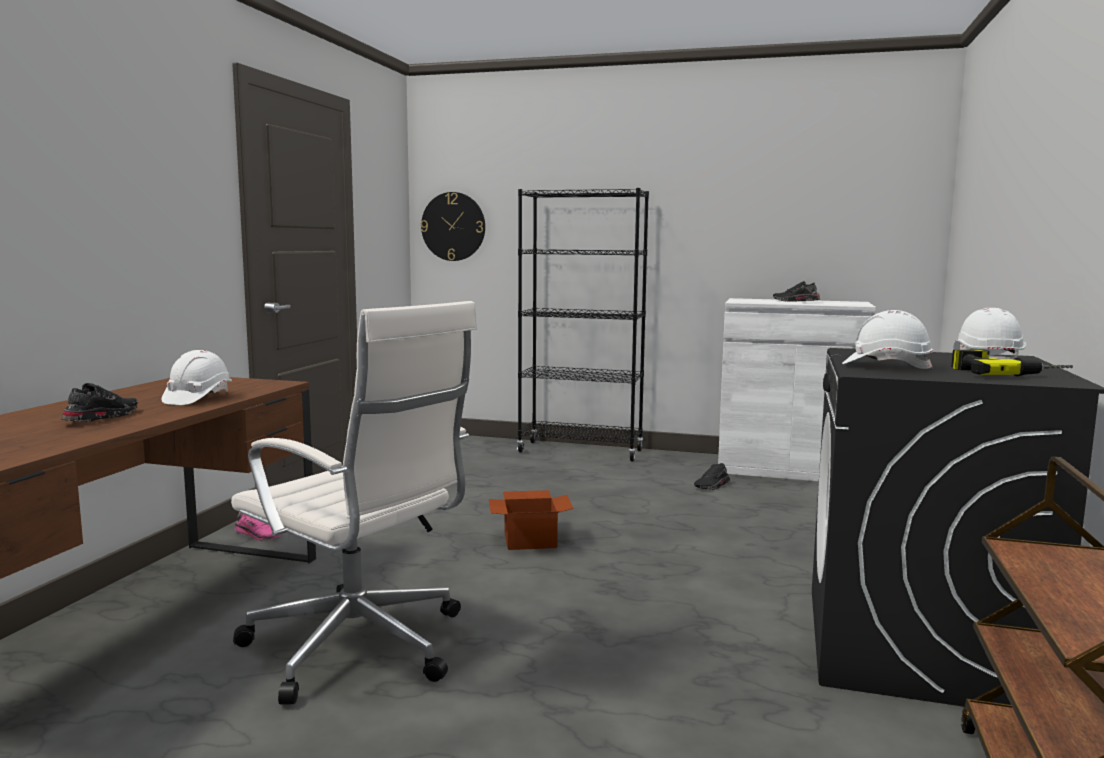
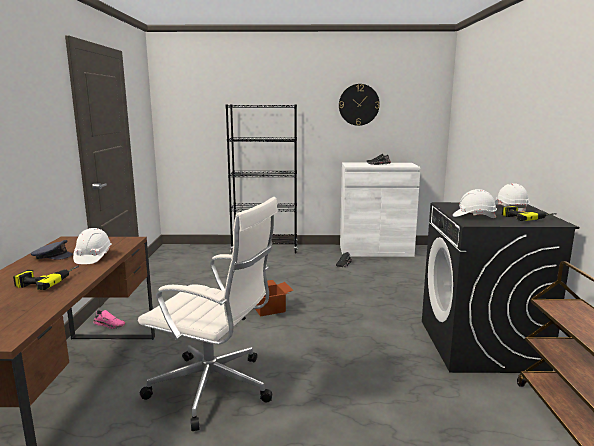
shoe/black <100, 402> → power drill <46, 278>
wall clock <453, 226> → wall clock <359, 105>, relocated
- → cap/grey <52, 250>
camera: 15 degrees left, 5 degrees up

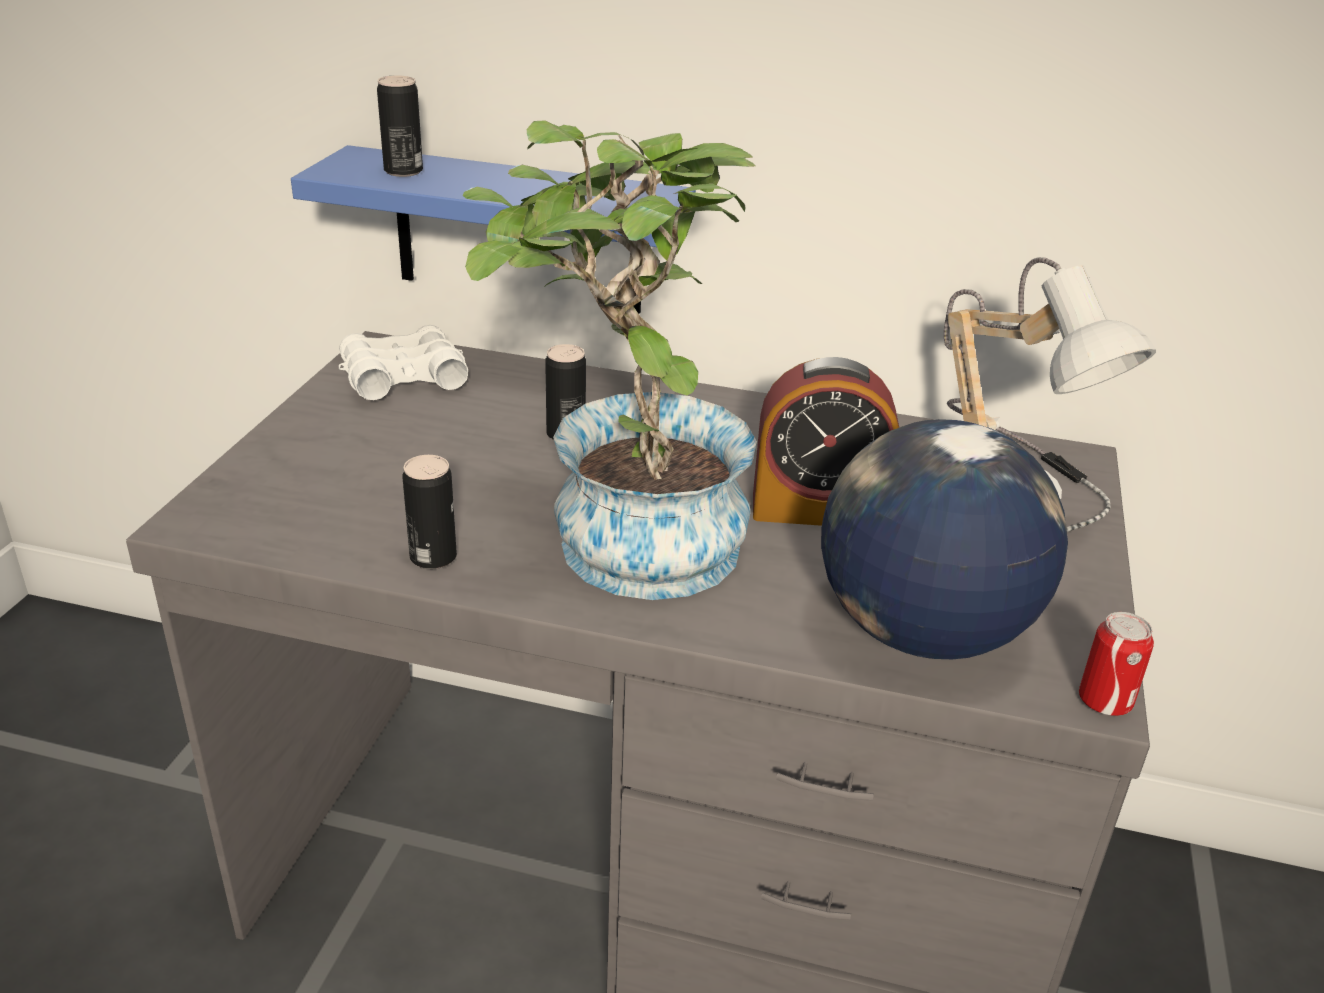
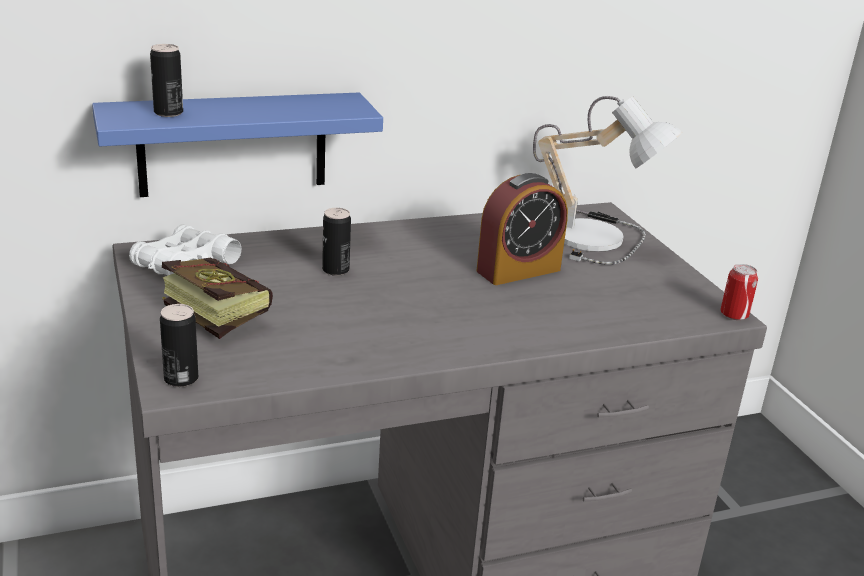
can <429, 512> → can <179, 345>, relocated
potted plant <610, 360> → -
globe <944, 539> → -
- → book <217, 298>
camera: 35 degrees left, 5 degrees down

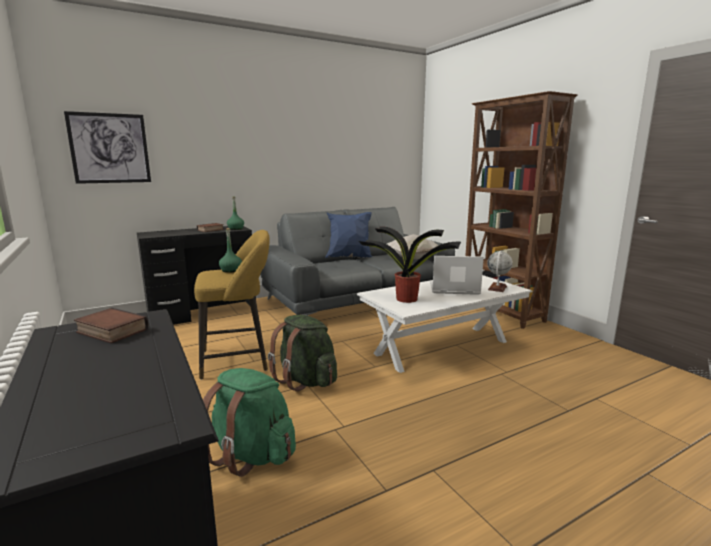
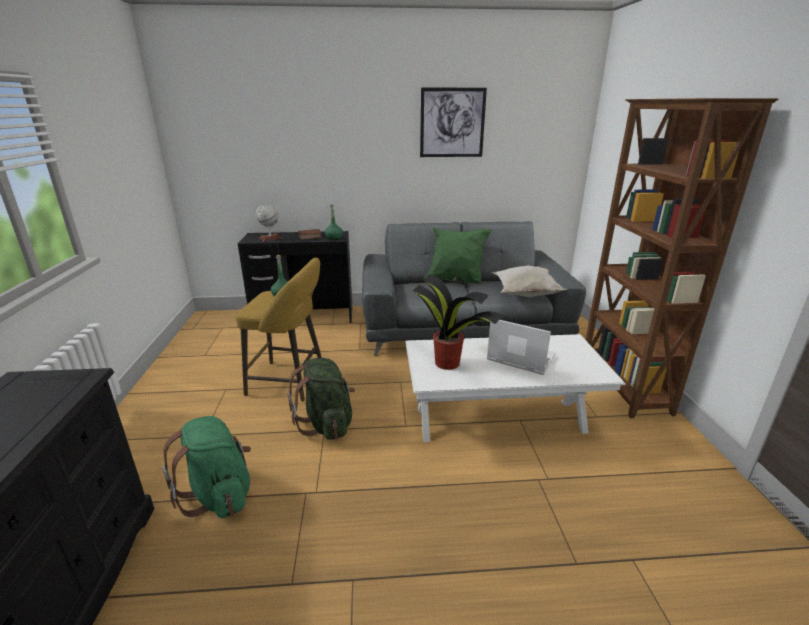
picture <107, 147> → picture <453, 122>, relocated
book <111, 326> → -
pillow/blue <348, 235> → pillow/green <457, 255>
globe <499, 271> → globe <268, 223>, relocated
camera: 25 degrees right, 10 degrees up

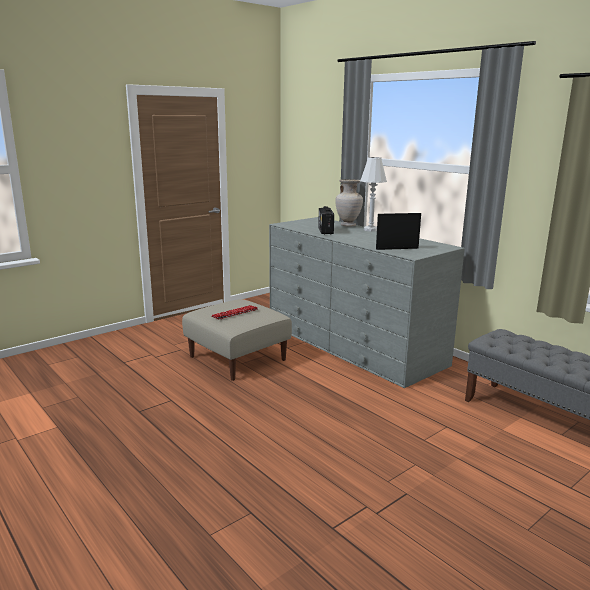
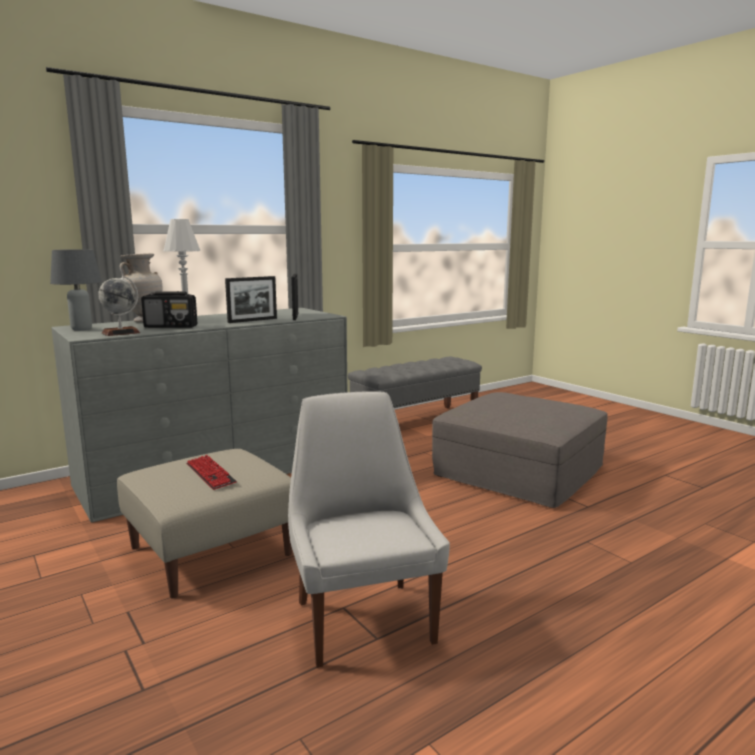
- → table lamp/grey <76, 290>
- → globe <119, 306>
- → picture frame <251, 299>
- → chair/white <369, 529>
- → ottoman/grey <520, 450>
camera: 85 degrees left, 5 degrees down

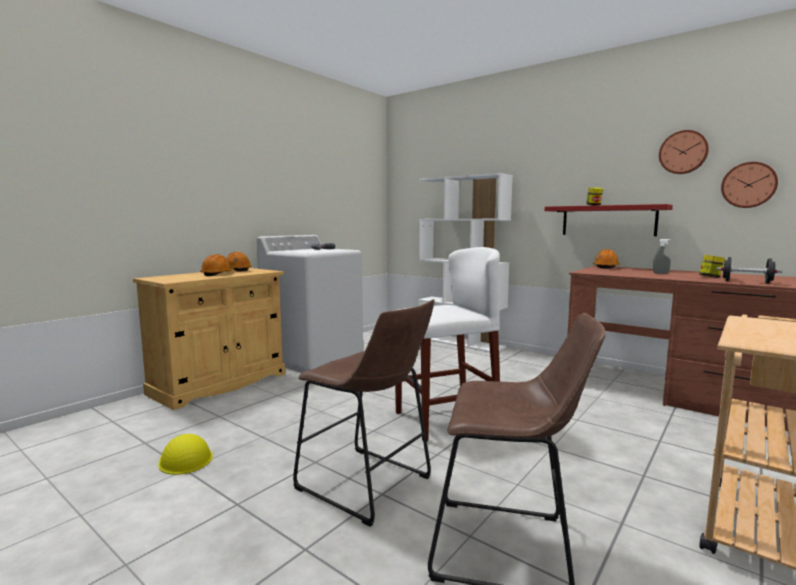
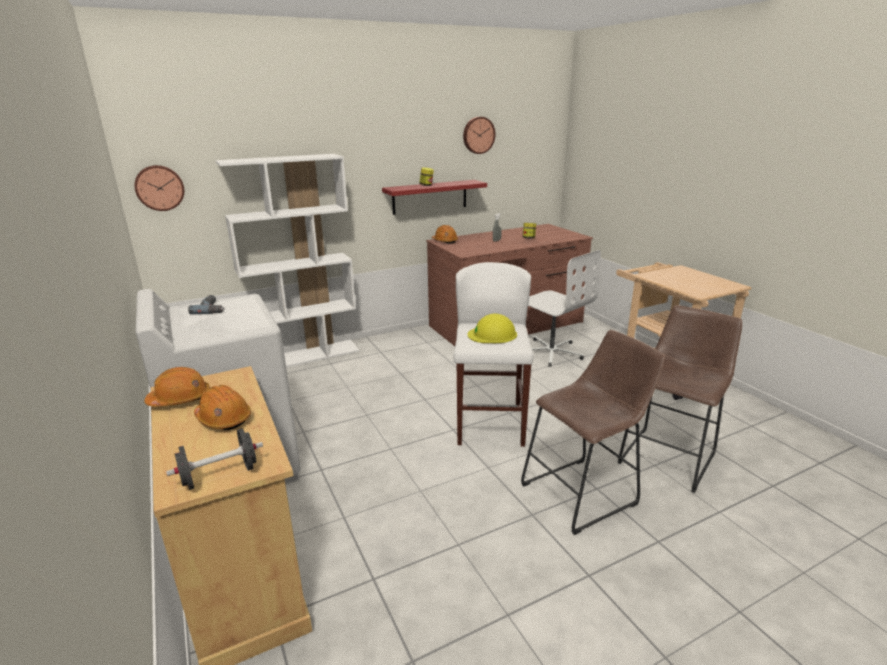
hard hat/yellow <185, 454> → hard hat/yellow <492, 328>, relocated
dumbbell/black <749, 270> → dumbbell/black <214, 459>, relocated
wall clock <749, 185> → wall clock <159, 188>, relocated
- → office chair/white <564, 308>
camera: 65 degrees left, 15 degrees up

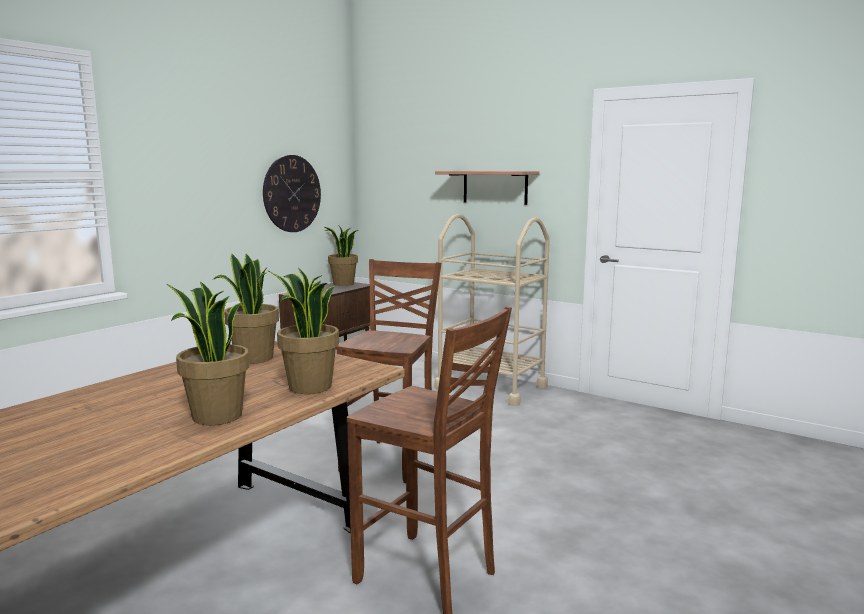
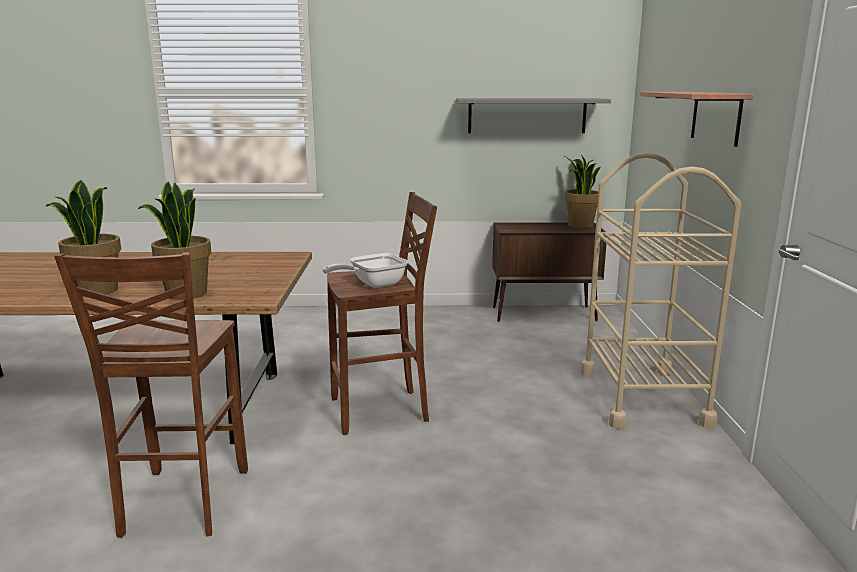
potted plant <246, 309> → -
wall clock <292, 193> → shelf/grey <533, 115>
- → frying pan <365, 270>
camera: 55 degrees right, 5 degrees up

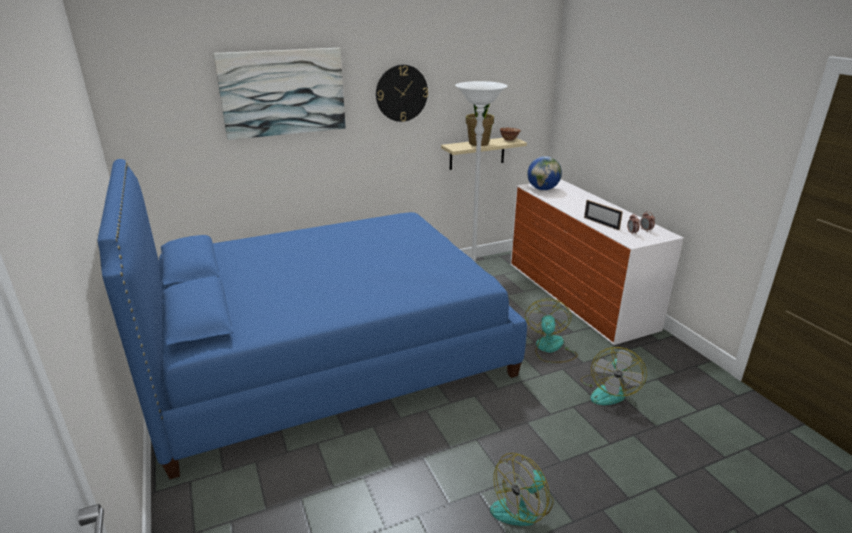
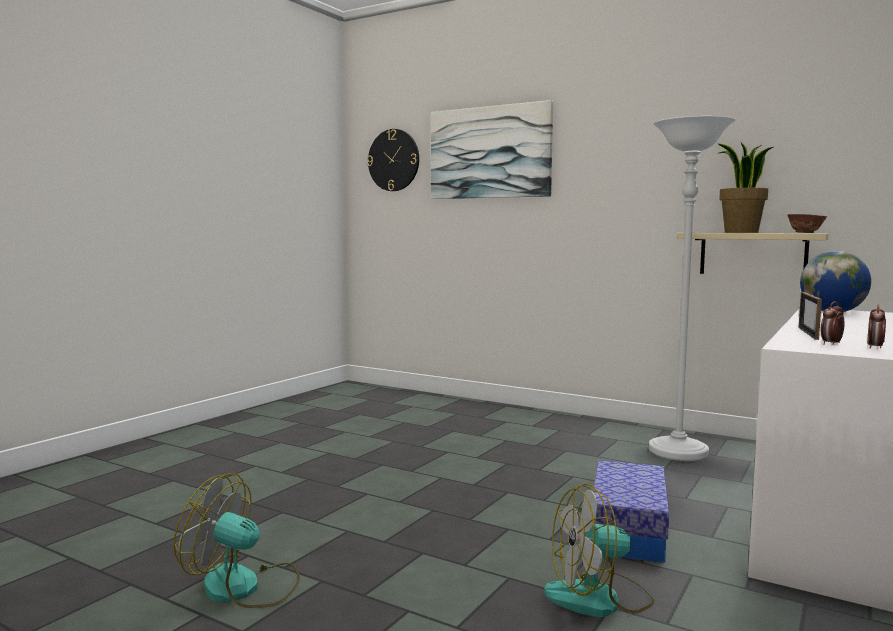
bed/blue <312, 319> → -
wall clock <402, 93> → wall clock <393, 160>, relocated
fan <551, 330> → storage box <631, 511>
camera: 55 degrees right, 20 degrees down

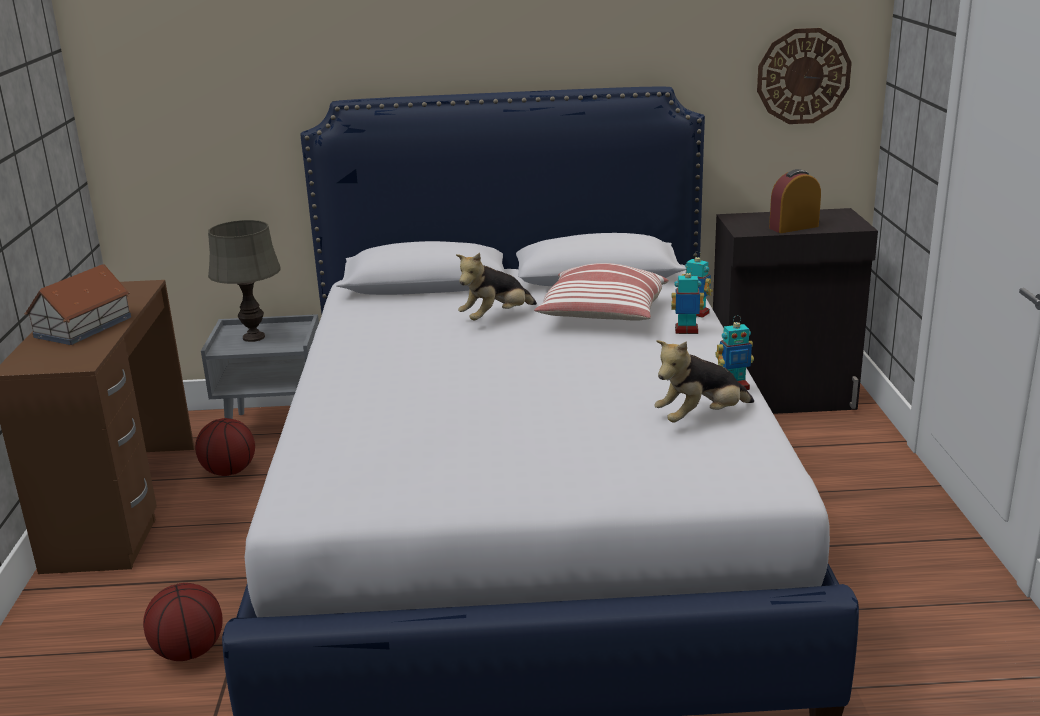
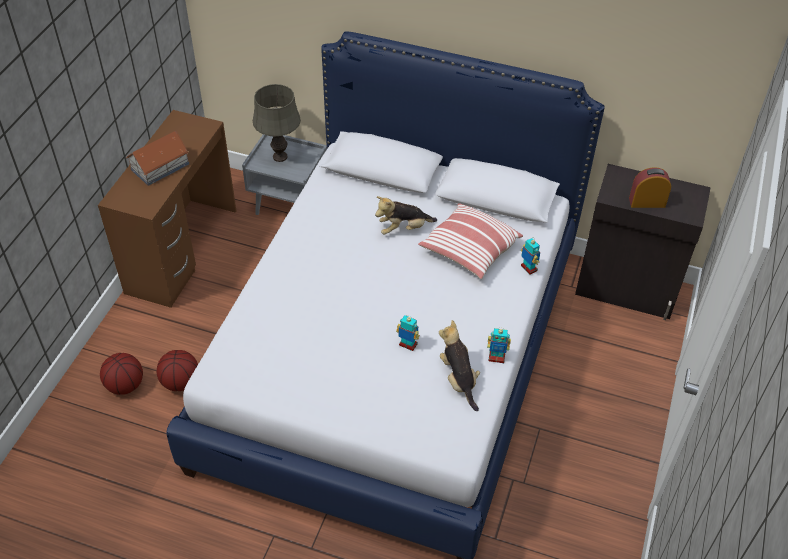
basketball <225, 447> → basketball <121, 374>, relocated
plush toy <704, 381> → plush toy <459, 365>, 75 degrees clockwise
toy robot <687, 300> → toy robot <408, 333>, relocated
wall clock <804, 76> → -
camera: 20 degrees right, 25 degrees up

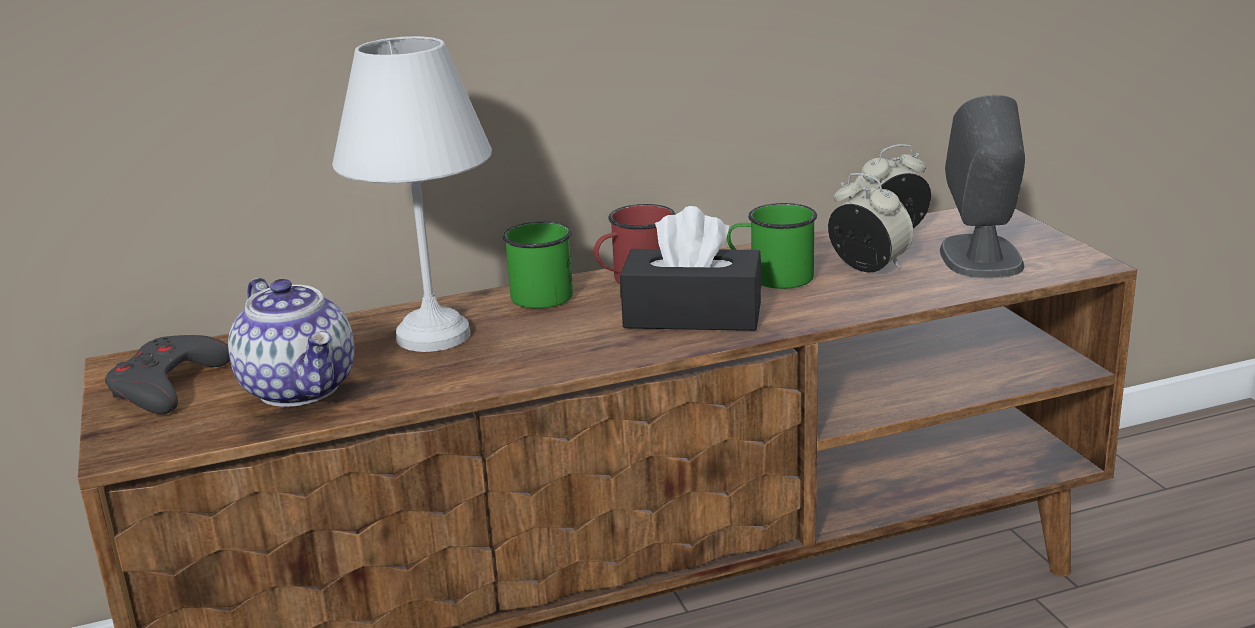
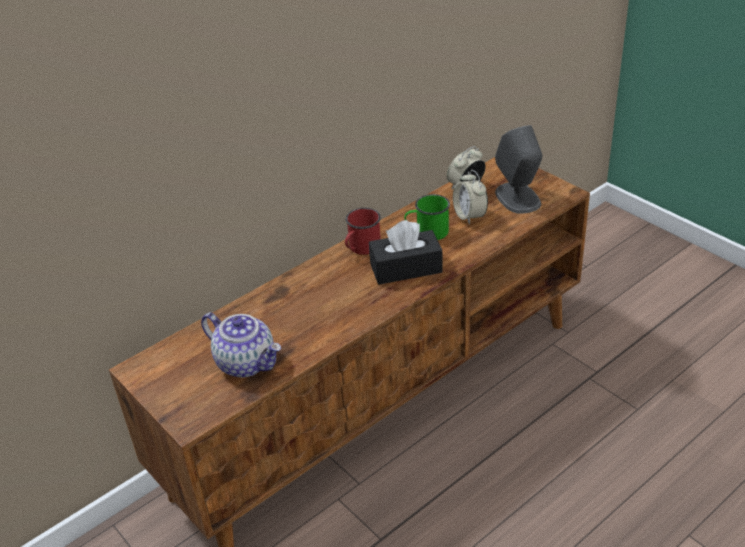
game controller/grey <167, 375> → -
table lamp/white <412, 194> → -
mug/green <537, 264> → -
alarm clock <870, 222> → alarm clock <470, 197>, 135 degrees counterclockwise
camera: 20 degrees left, 15 degrees up

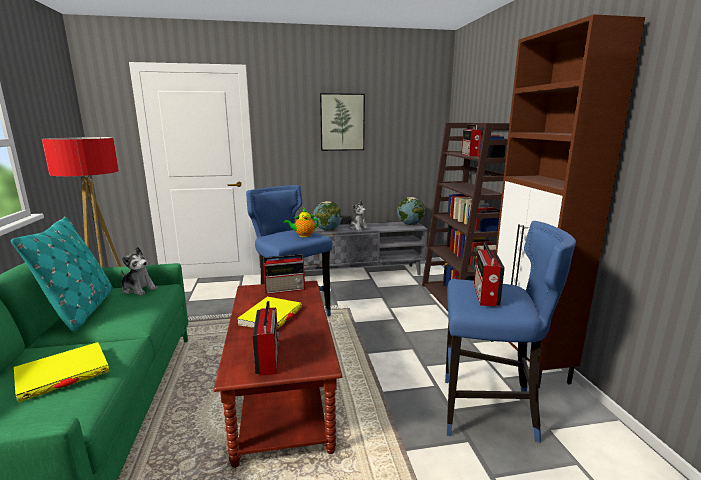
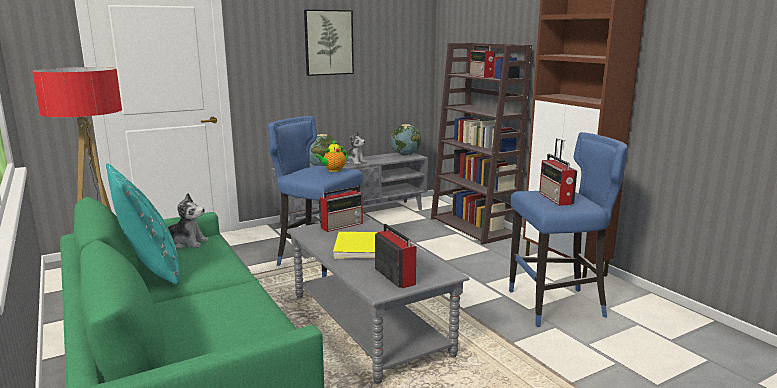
book/yellow <61, 372> → -
coffee table/brown <278, 374> → coffee table/grey <378, 299>
camera: 20 degrees left, 0 degrees up

